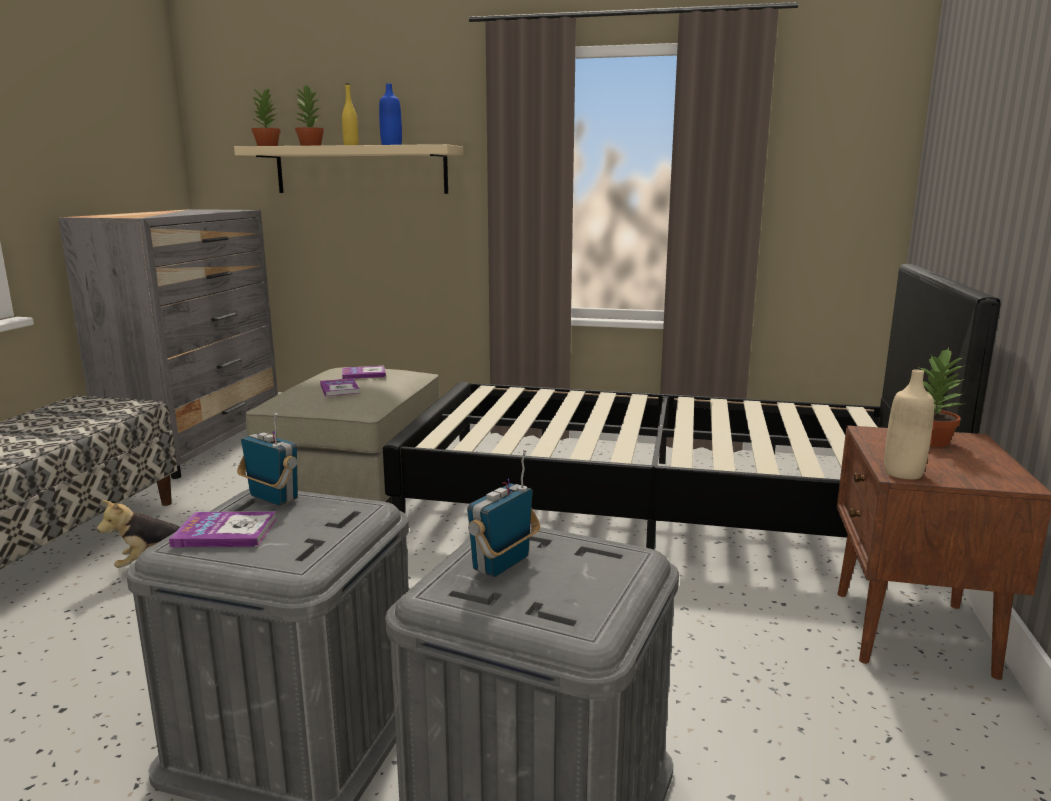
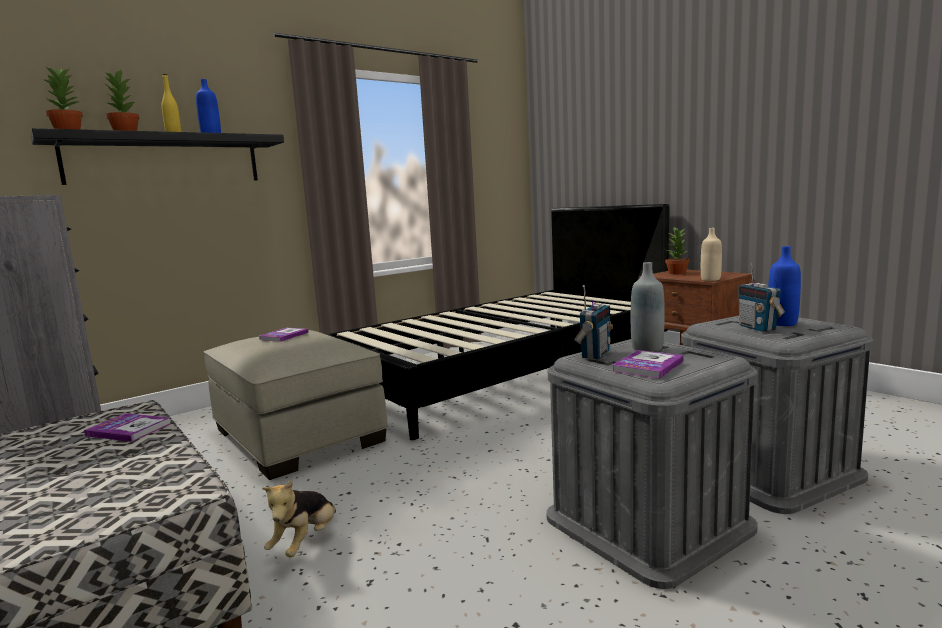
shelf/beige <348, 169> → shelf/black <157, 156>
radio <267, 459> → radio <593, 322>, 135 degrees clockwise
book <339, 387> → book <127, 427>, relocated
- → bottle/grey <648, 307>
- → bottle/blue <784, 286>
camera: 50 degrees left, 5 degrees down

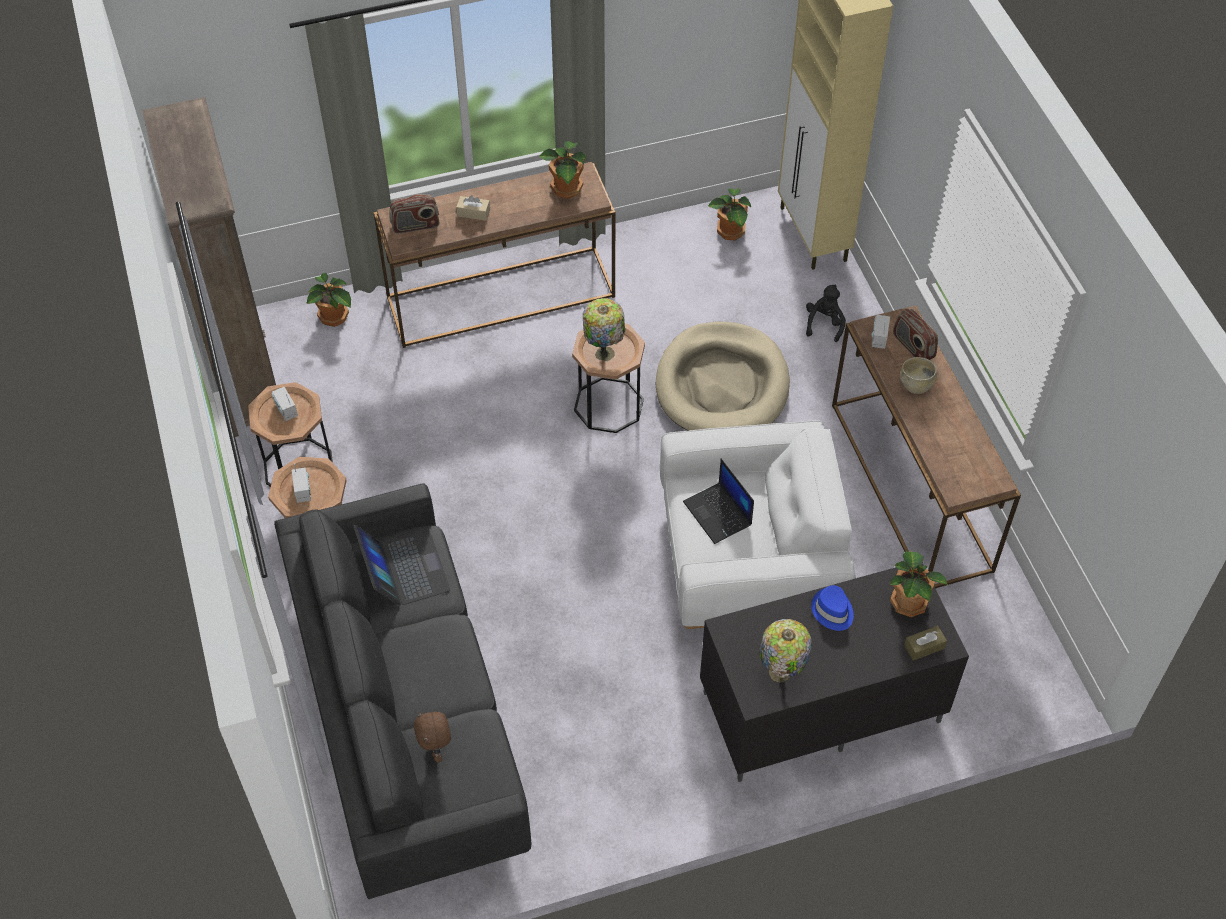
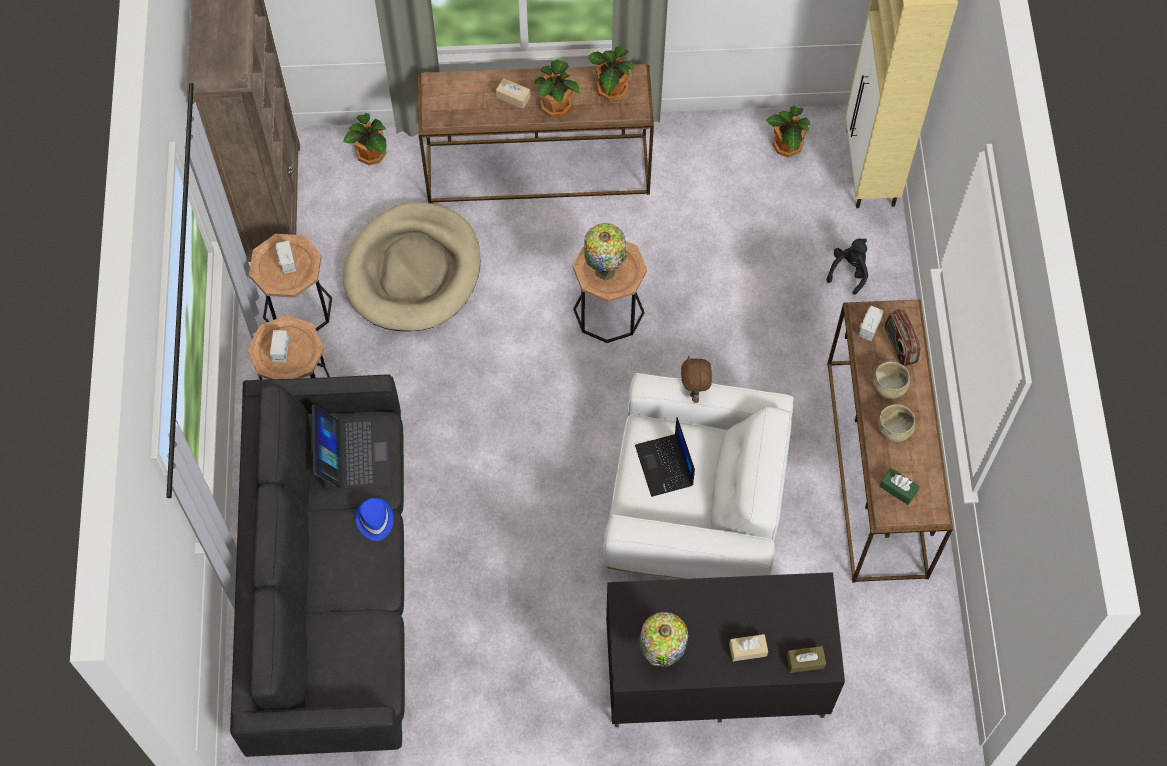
radio <414, 213> → -
plush toy/brown <432, 736> → plush toy/brown <696, 379>, relocated
dog bed/beige <723, 376> → dog bed/beige <412, 267>, relocated
hat/blue <832, 608> → hat/blue <374, 519>, relocated
potted plant <919, 584> → potted plant <557, 89>, relocated
- → tissue box/beige <748, 647>
- → bowl/beige <897, 423>
- → tissue box/green <899, 486>
camera: 15 degrees right, 10 degrees up

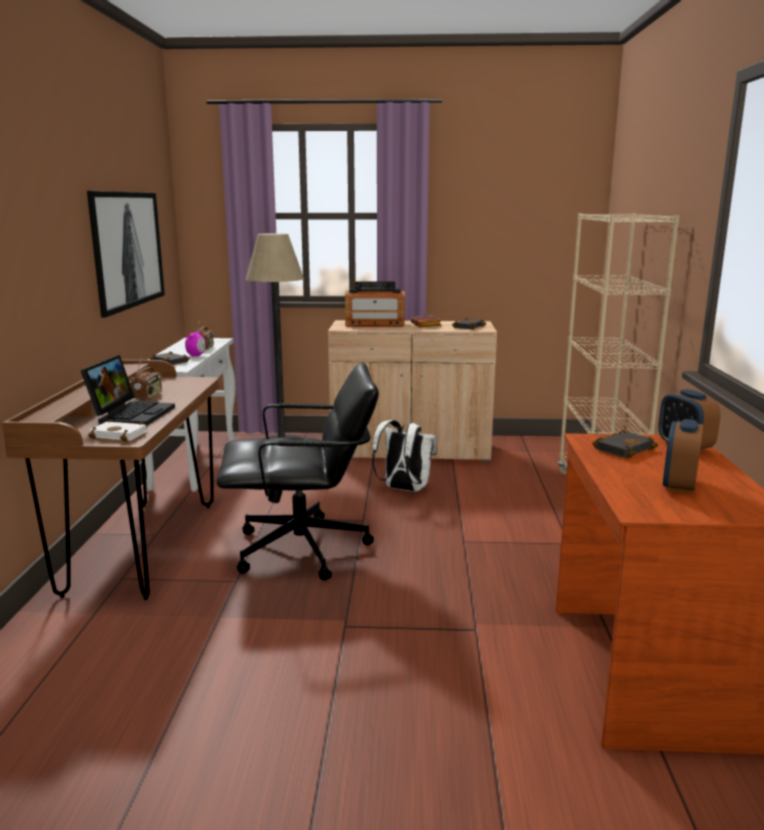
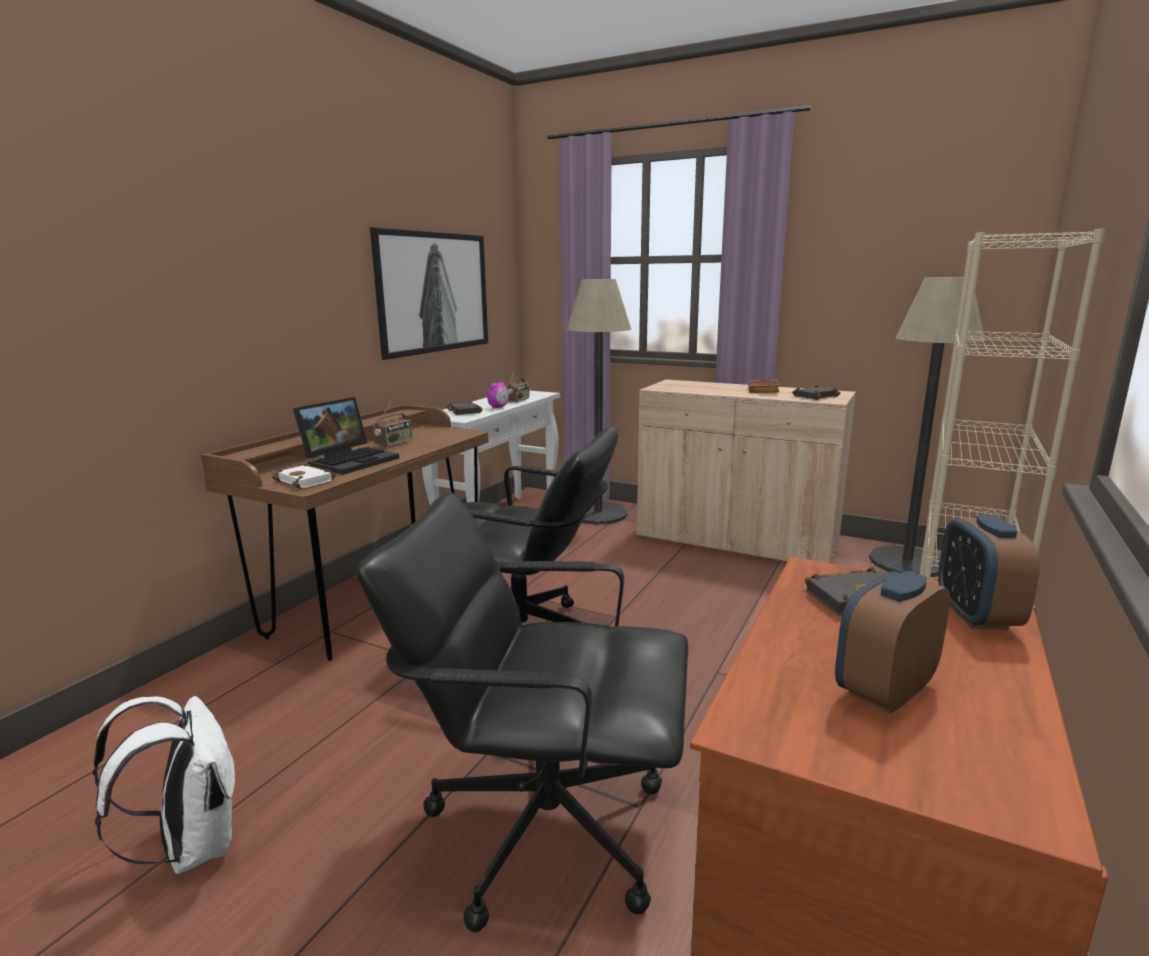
radio <375, 304> → -
backpack/white <404, 456> → backpack/white <164, 785>, relocated
- → office chair/black <522, 712>
- → floor lamp <927, 427>
camera: 25 degrees right, 0 degrees up

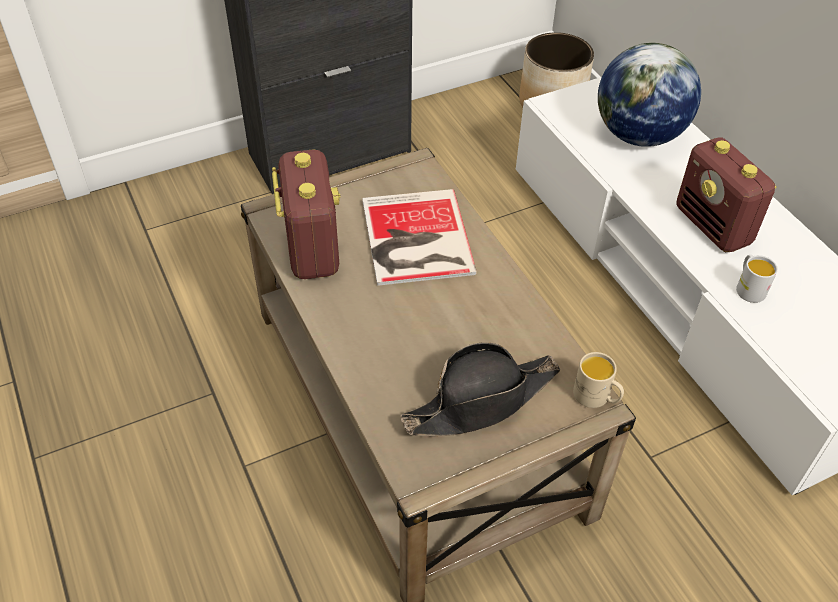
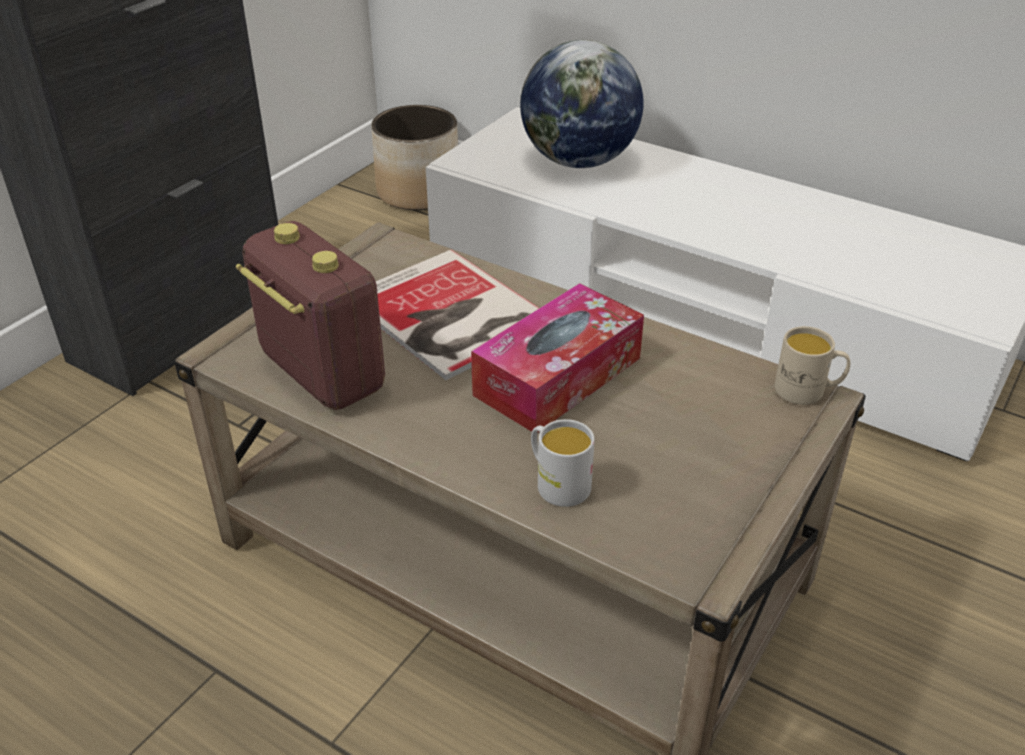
hat/black <480, 389> → -
radio <727, 194> → -
mug/white <757, 279> → mug/white <563, 463>, relocated
- → tissue box <557, 358>
camera: 30 degrees left, 10 degrees down

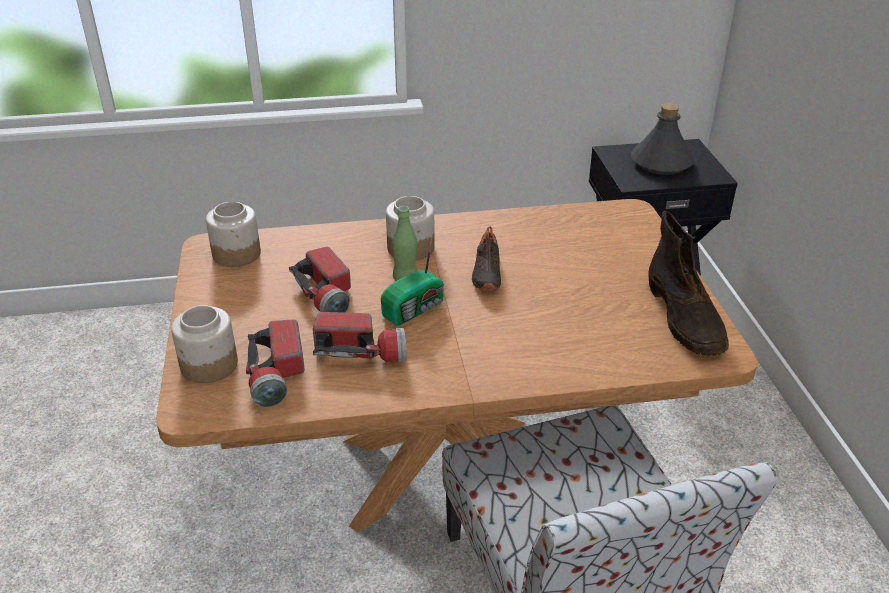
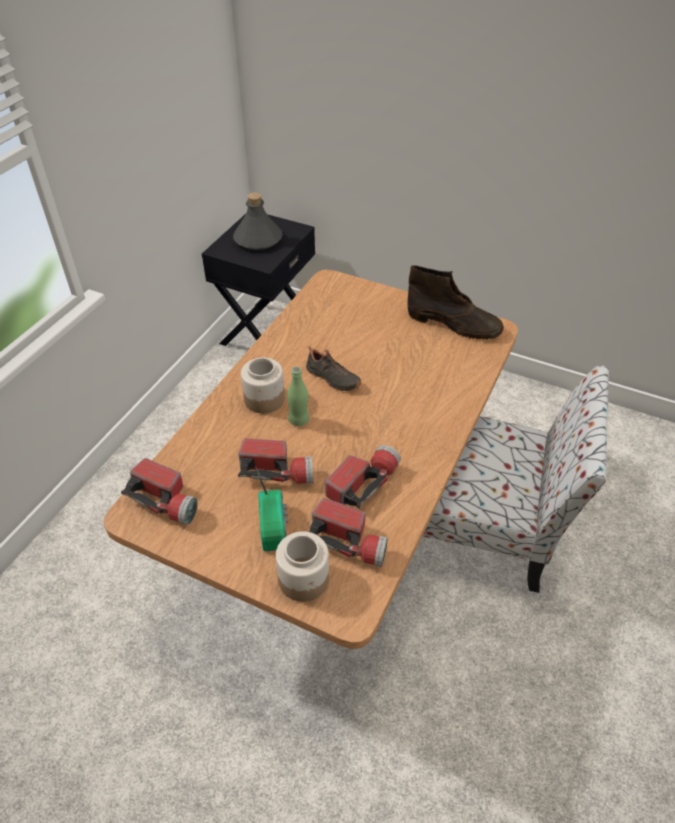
jar <233, 234> → flashlight <159, 491>
radio <413, 282> → radio <271, 508>, relocated
camera: 55 degrees left, 10 degrees up

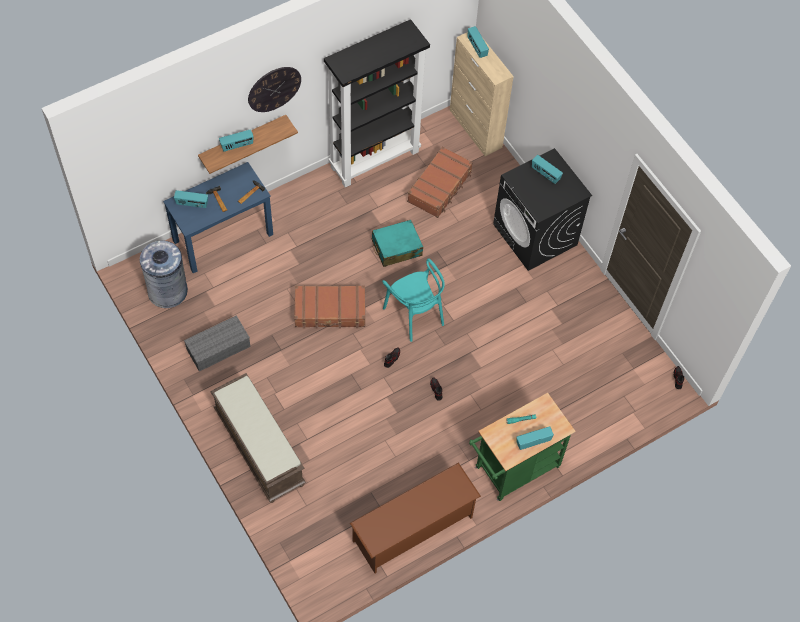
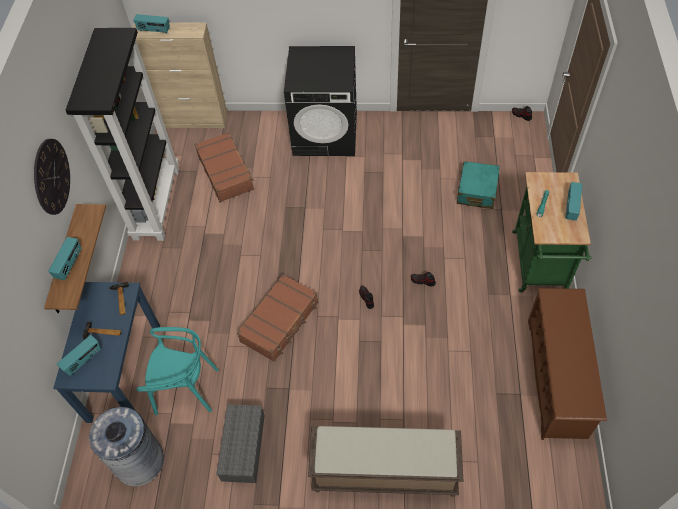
suitcase/turquoise <397, 243> → suitcase/turquoise <478, 185>, relocated
chair/turquoise <413, 300> → chair/turquoise <178, 371>, relocated
radio <547, 169> → -
camera: 50 degrees left, 5 degrees down

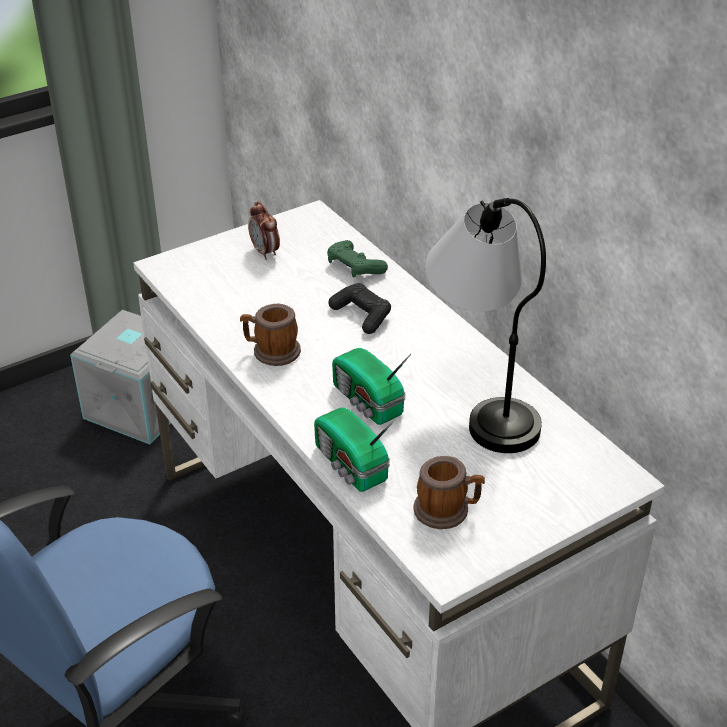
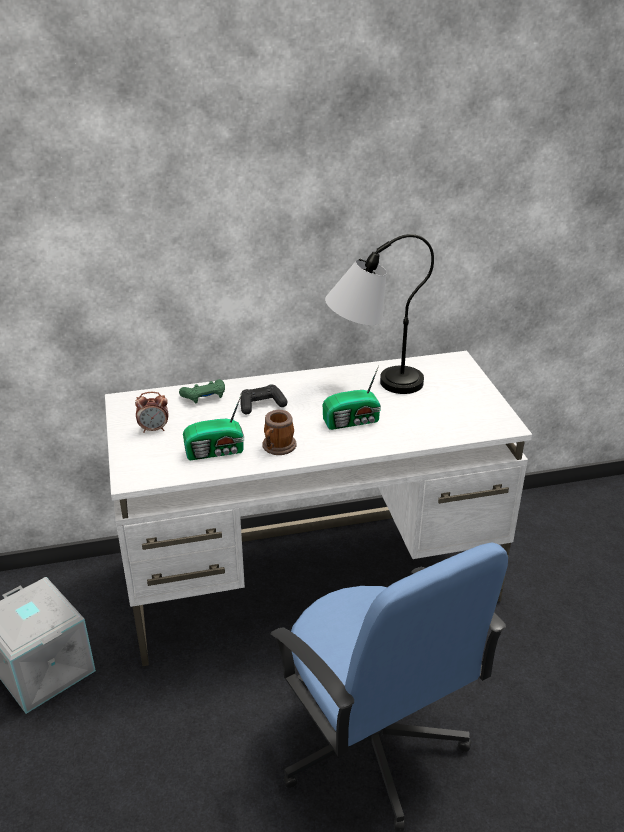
radio <354, 450> → radio <213, 426>, relocated
mug <449, 492> → -
camera: 70 degrees left, 5 degrees down

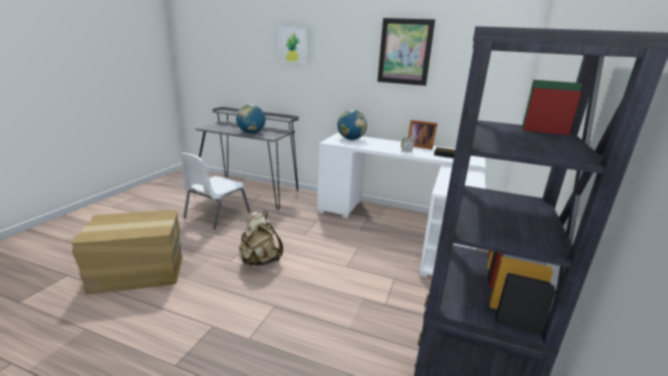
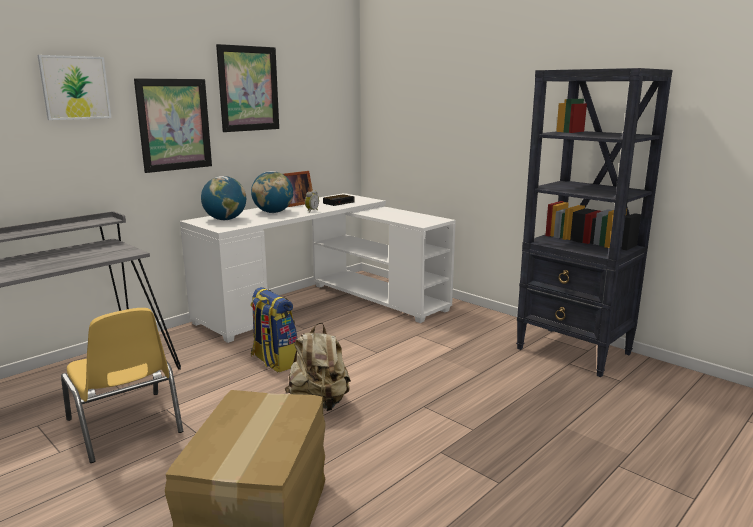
chair/white <215, 191> → chair/yellow <122, 385>
globe <250, 119> → globe <272, 192>, relocated
- → picture <173, 125>
- → backpack <274, 329>
camera: 65 degrees left, 5 degrees down

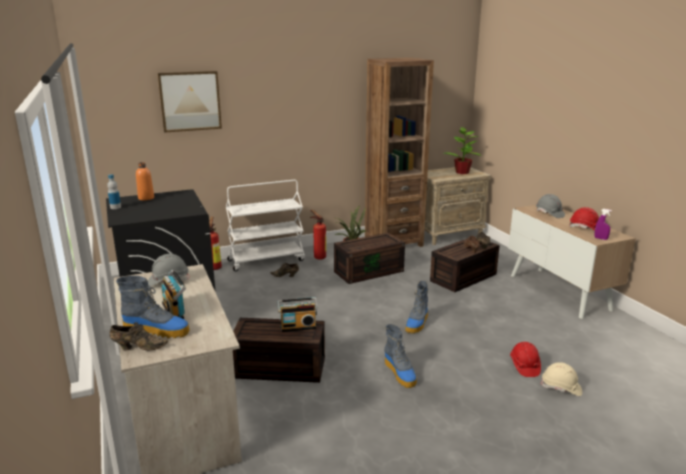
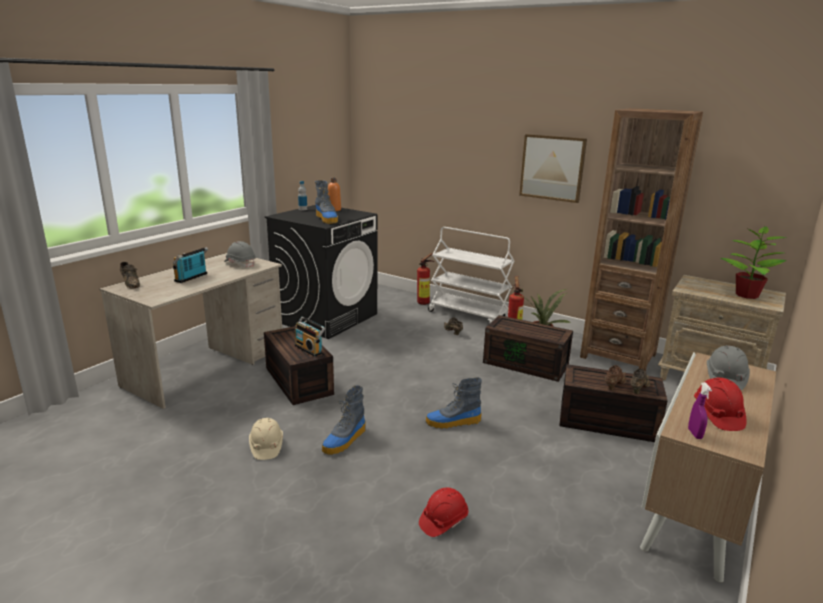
boot <153, 307> → boot <326, 202>, relocated
picture <189, 102> → picture <553, 168>, relocated
hard hat/beige <561, 379> → hard hat/beige <266, 439>, relocated
camera: 55 degrees right, 0 degrees up

